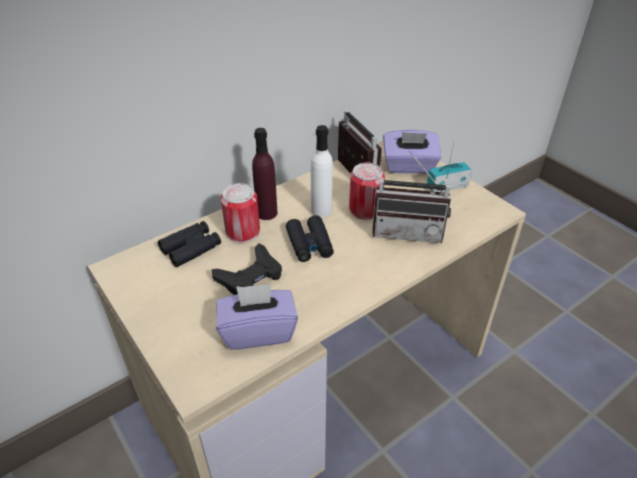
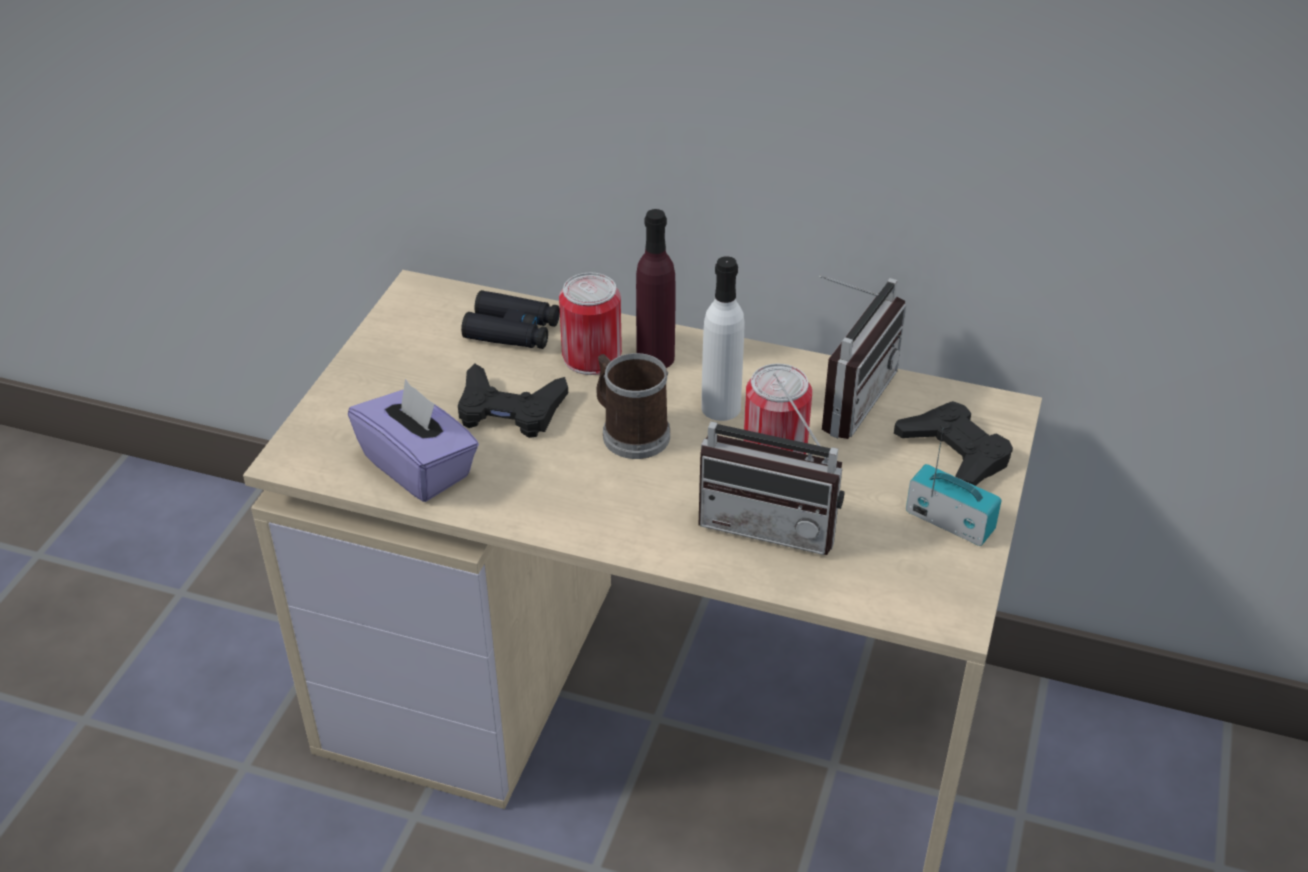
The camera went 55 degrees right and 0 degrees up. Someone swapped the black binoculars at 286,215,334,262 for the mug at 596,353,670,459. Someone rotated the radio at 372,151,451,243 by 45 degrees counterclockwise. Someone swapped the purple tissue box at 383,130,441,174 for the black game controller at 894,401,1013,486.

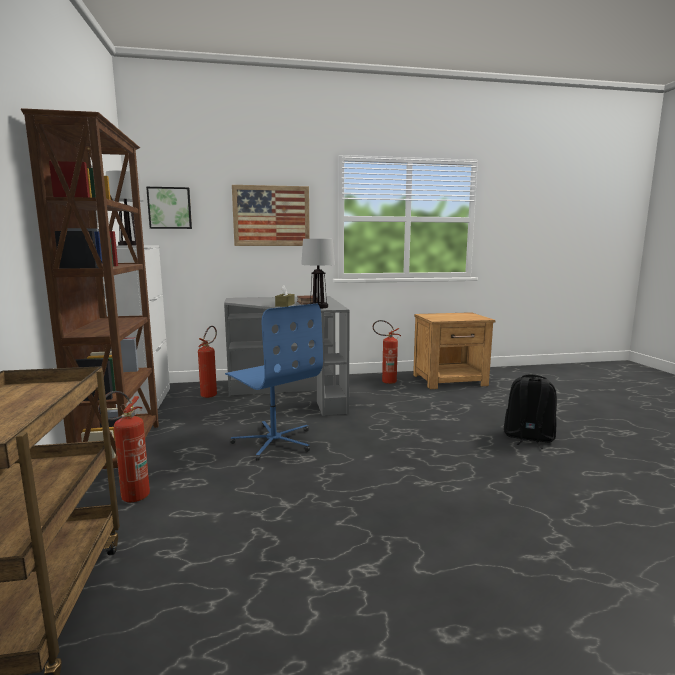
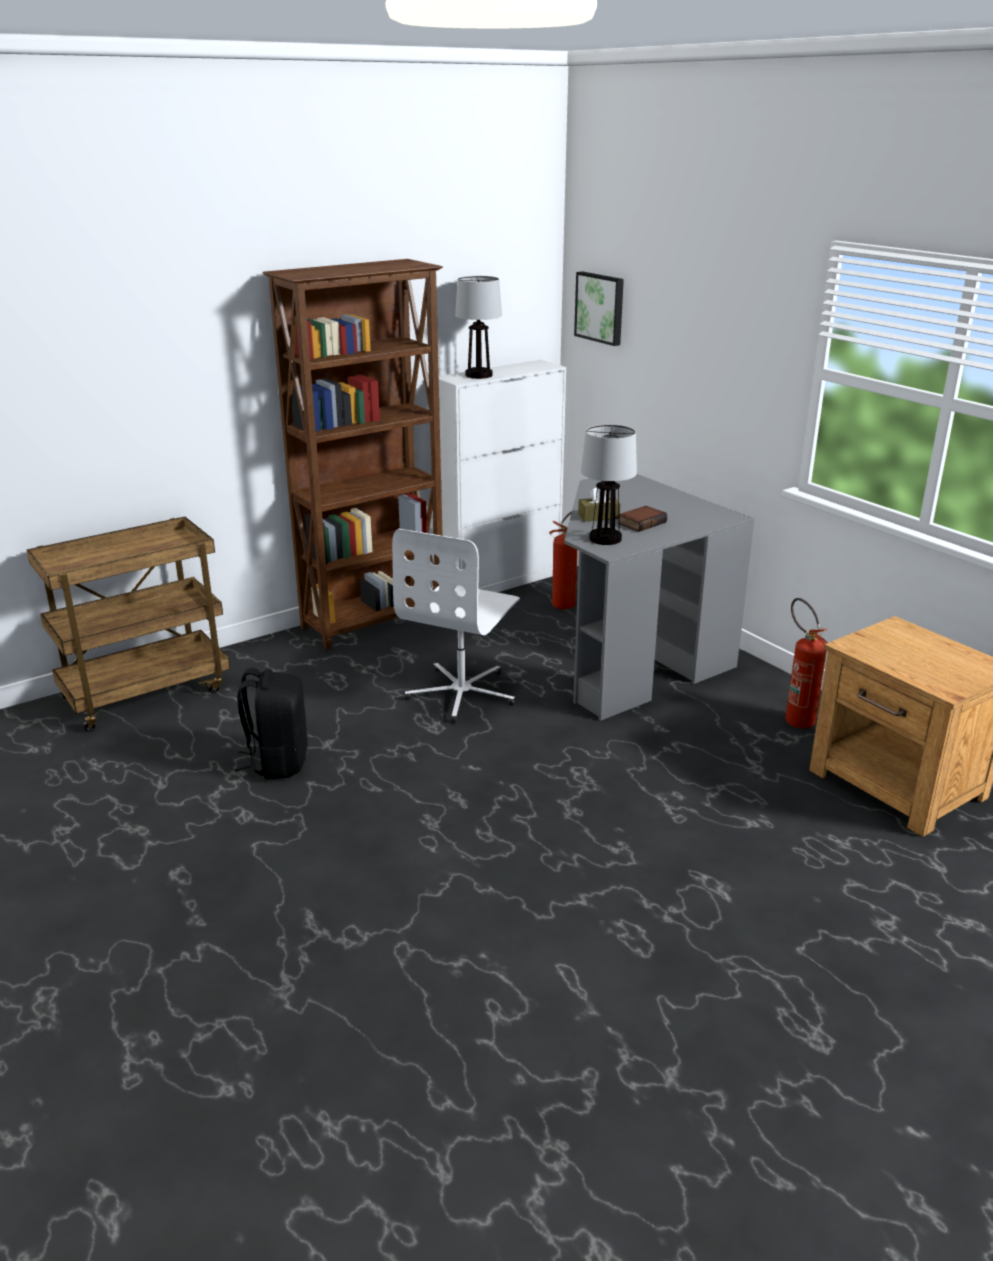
The camera went 65 degrees right and 15 degrees up. Someone took away the fire extinguisher at 98,391,150,502. Someone repainted the blue office chair at 225,304,323,461, which became the white office chair at 392,529,520,723. Someone took away the picture at 232,185,310,246. Someone carried the black backpack from 504,375,557,449 to 234,668,308,779.

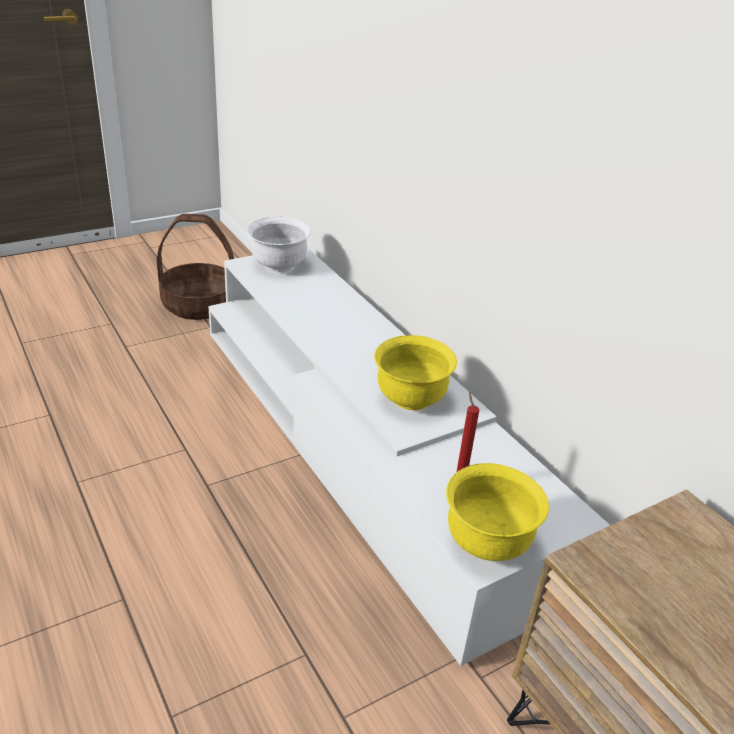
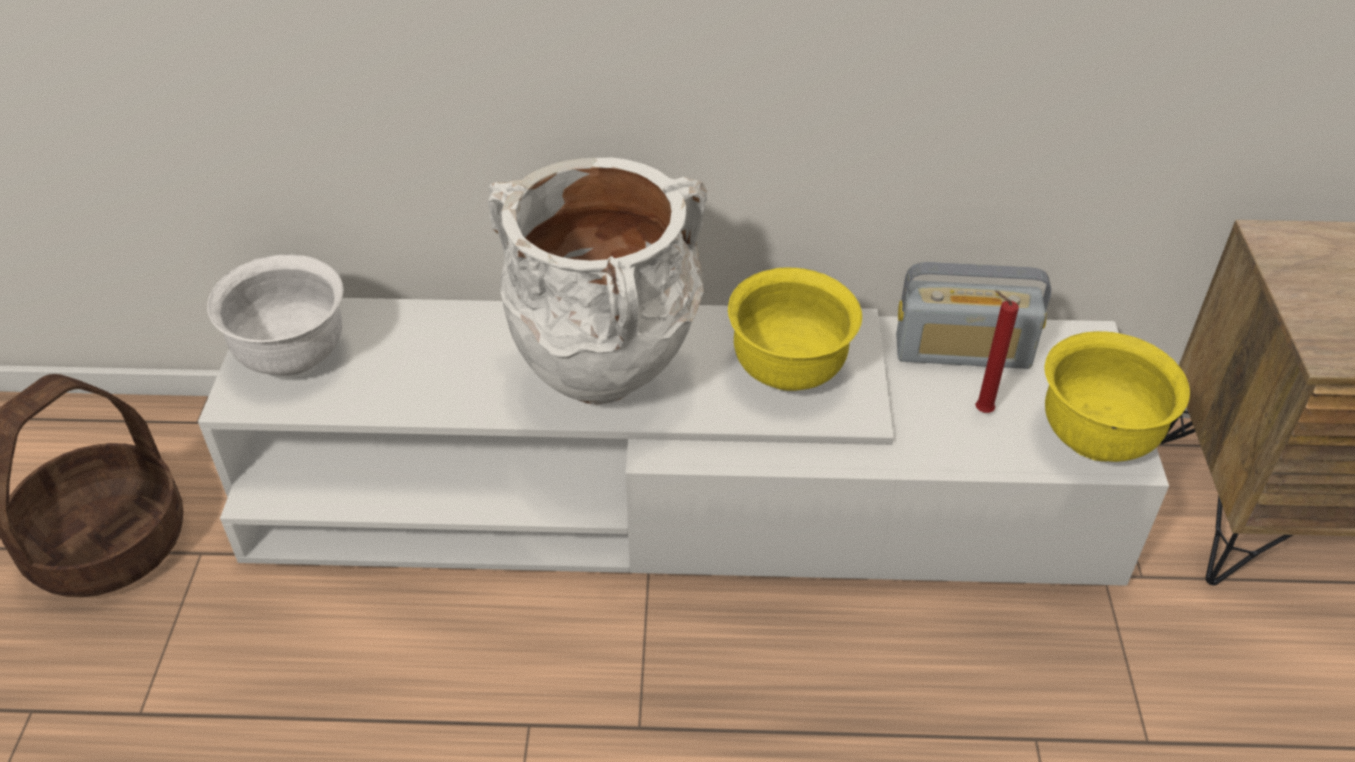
The camera went 55 degrees left and 10 degrees up. Someone put down the white vase at 487,158,707,404. Someone put down the radio at 896,262,1051,369.

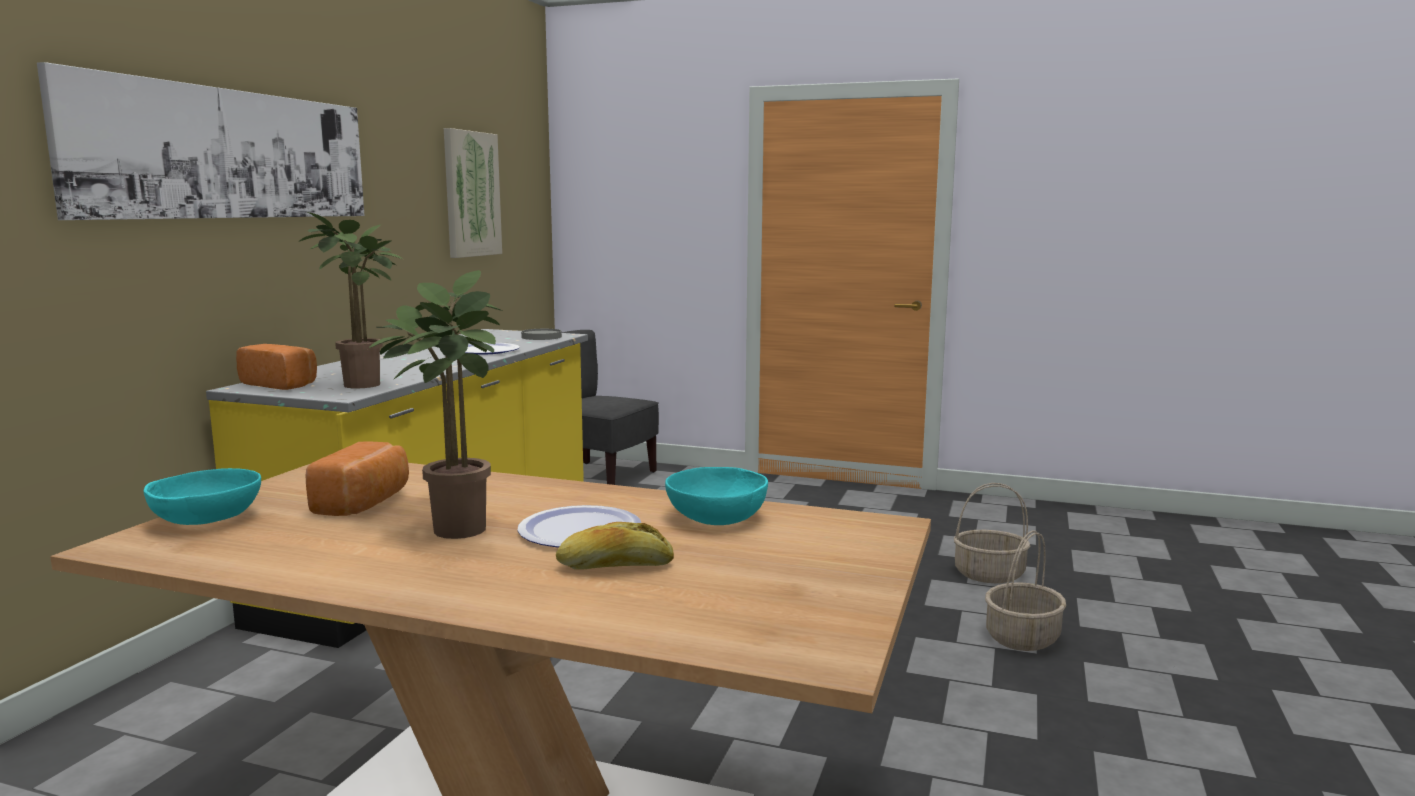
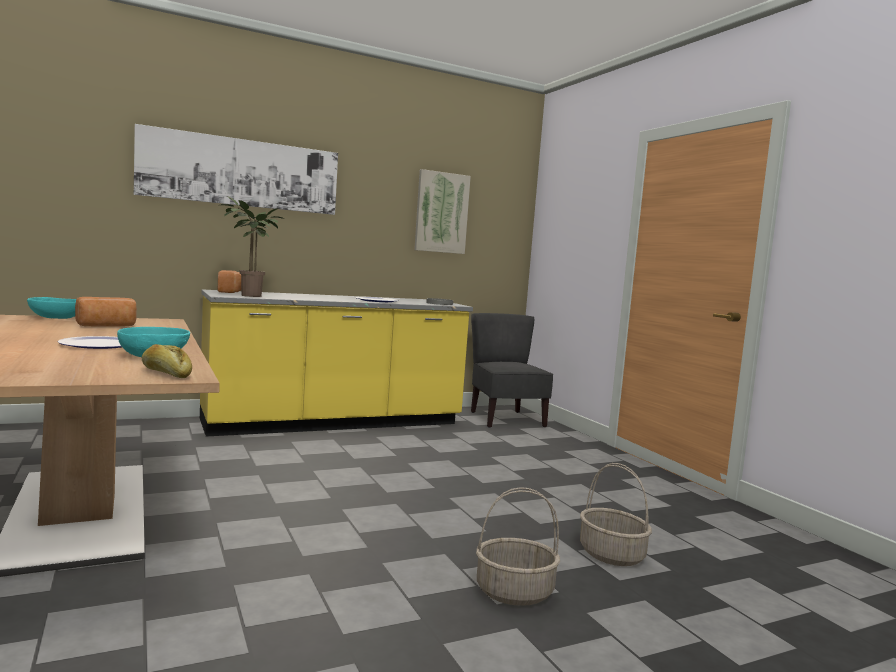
The camera went 45 degrees right and 5 degrees down. Someone took away the potted plant at 369,270,502,539. Someone carried the bread from 556,522,674,570 to 142,344,192,378.

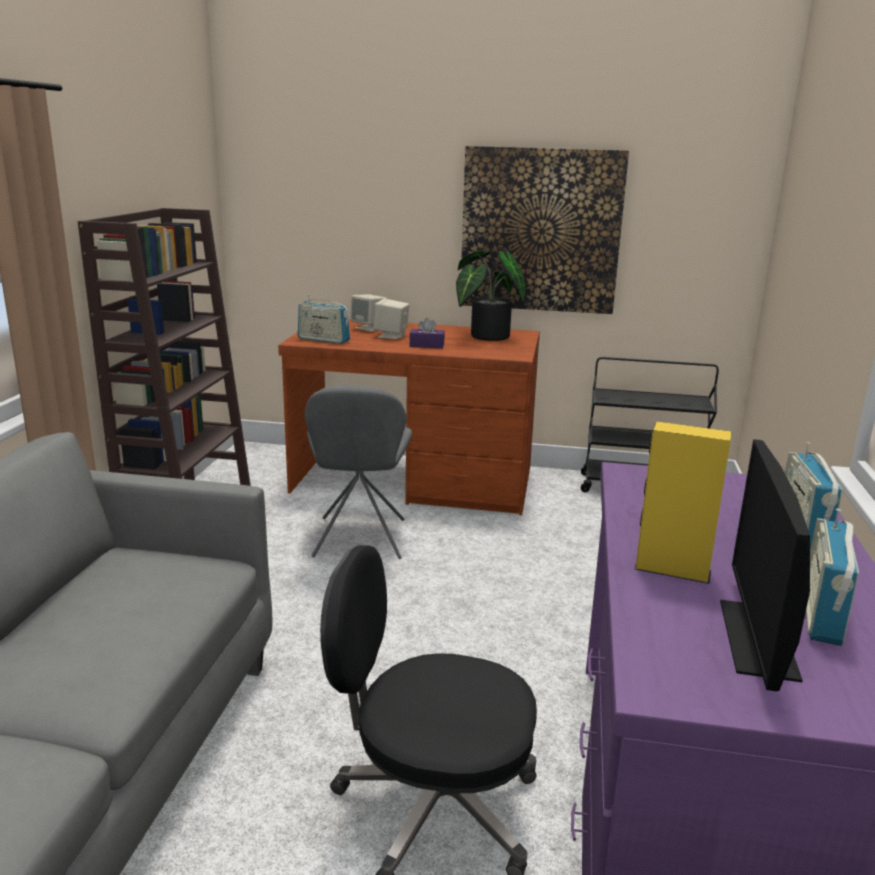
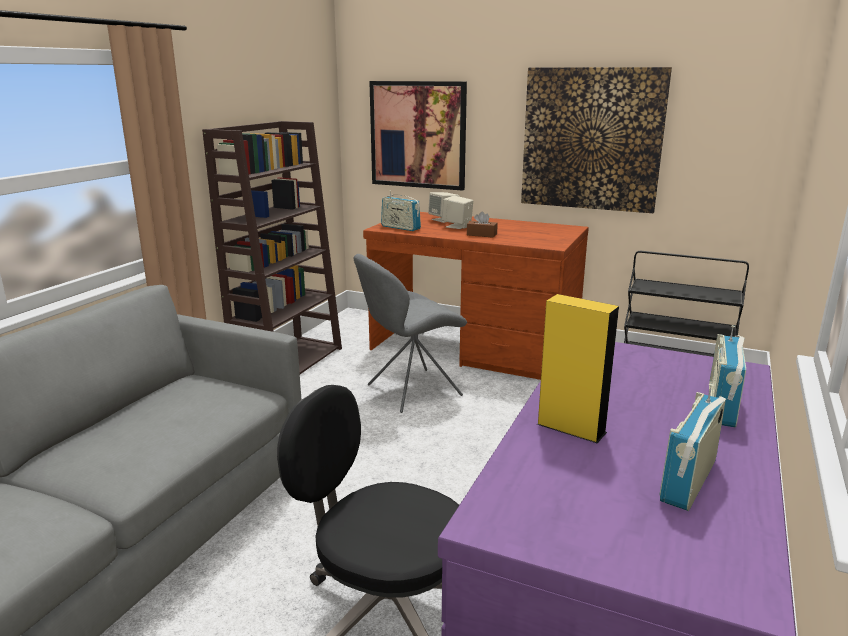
The camera went 15 degrees right and 0 degrees up. Someone rotated the grey chair at 305,385,412,559 by 45 degrees clockwise. Someone repainted the purple tissue box at 409,318,445,348, which became the brown tissue box at 467,211,498,238. Someone took away the potted plant at 456,250,526,341. Someone took away the monitor at 720,439,810,691. Someone put up the picture at 369,81,467,191.

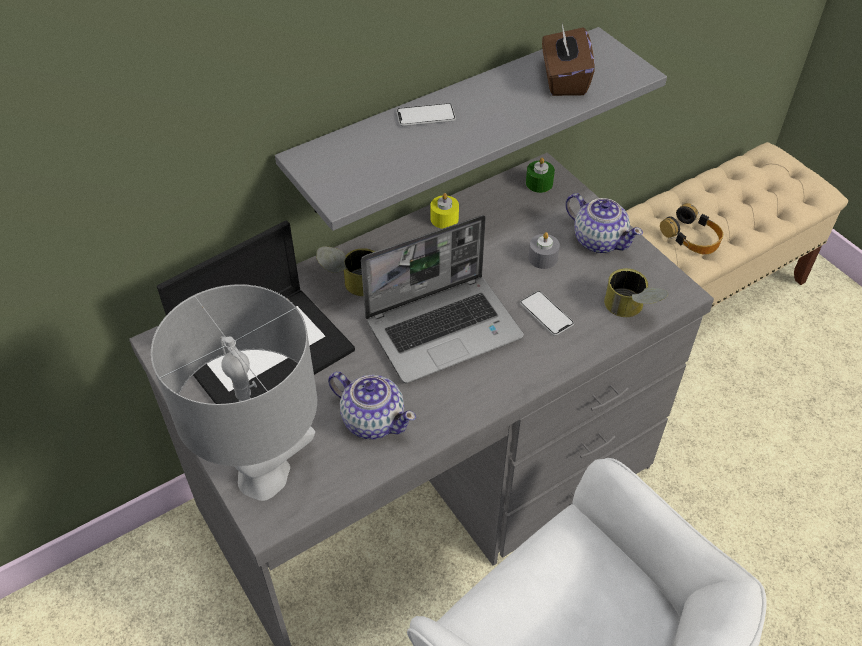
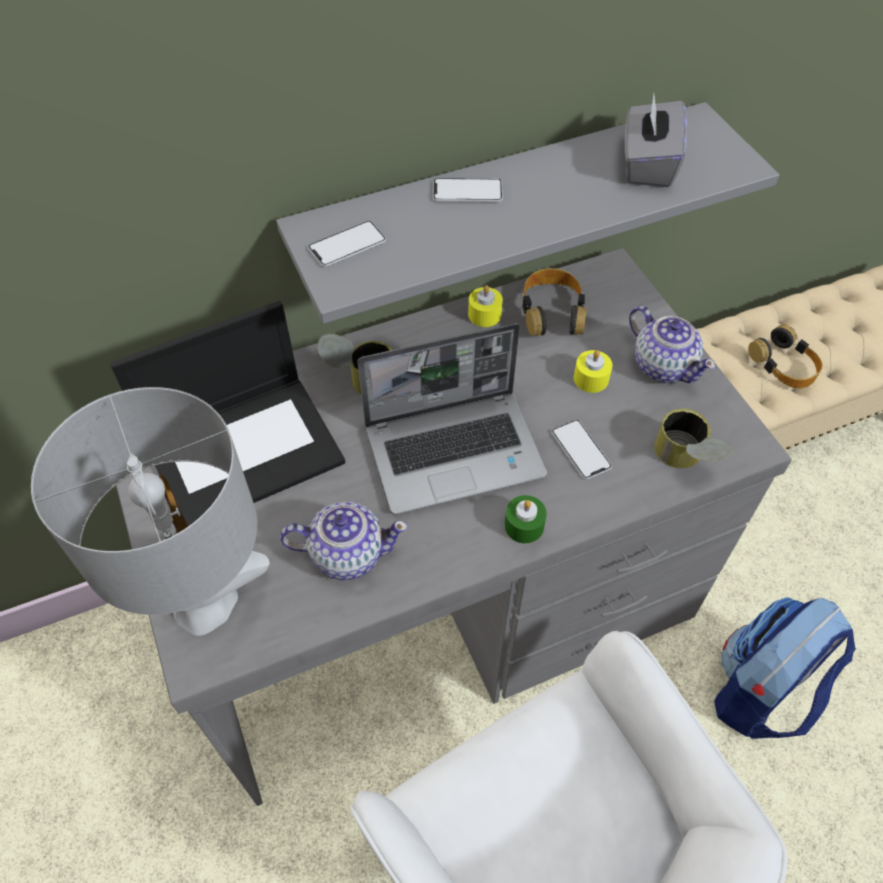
The camera went 10 degrees right and 5 degrees up. Someone rotated the teapot at 328,372,416,440 by 45 degrees counterclockwise. Someone carried the green candle from 526,158,555,193 to 504,495,547,543. Someone repainted the grey candle at 528,232,560,269, which became the yellow candle at 574,350,613,393. Someone repainted the brown tissue box at 542,24,595,96, which became the grey tissue box at 625,94,687,187. Someone put down the phone at 308,221,386,267. Someone put down the headphones at 522,268,586,336. Someone put down the backpack at 714,597,856,739.

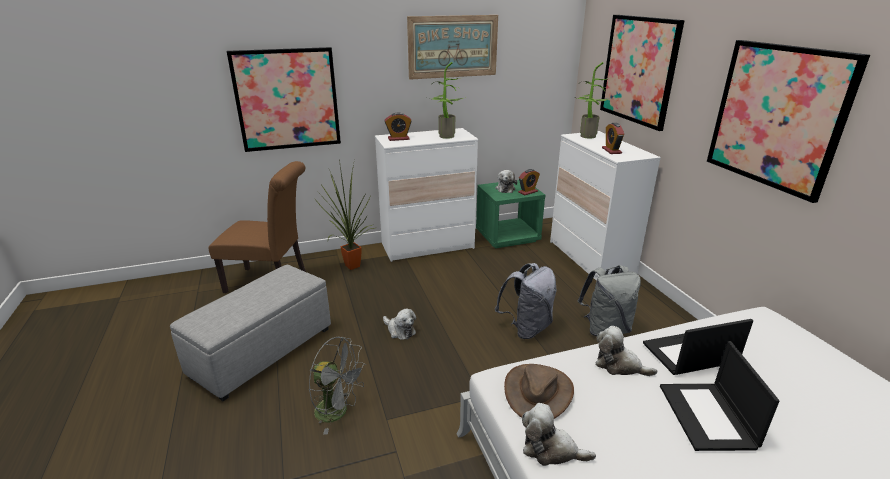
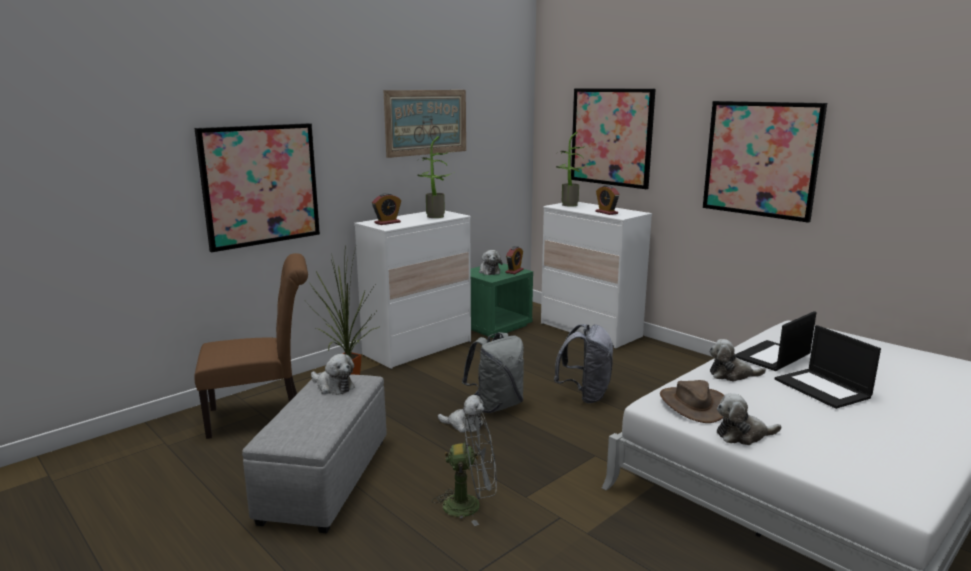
The camera went 25 degrees left and 10 degrees down. Someone carried the grey backpack from 578,265,641,336 to 462,332,524,413. Someone put down the plush toy at 311,354,355,395.

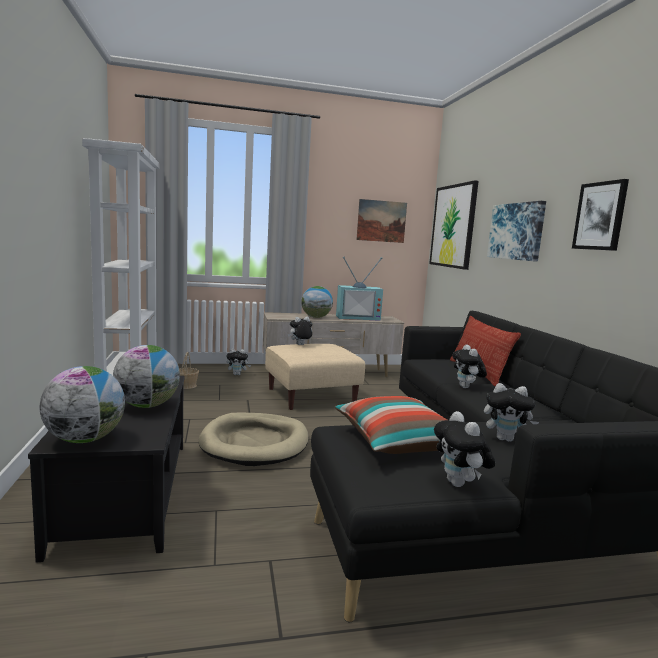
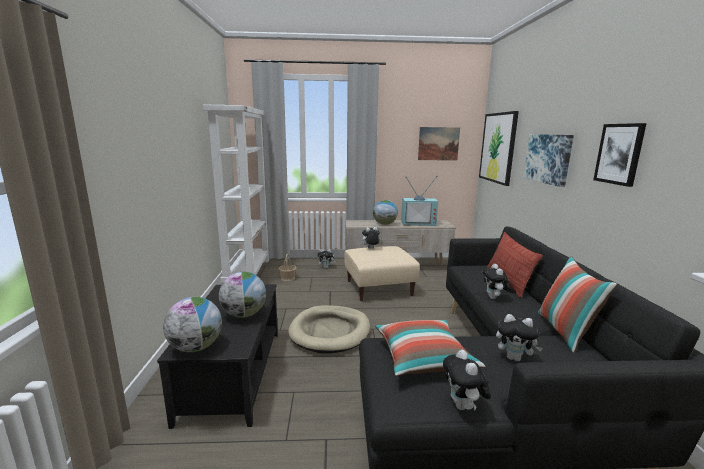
The camera went 10 degrees right and 5 degrees up. Someone put down the pillow at 538,256,617,353.

